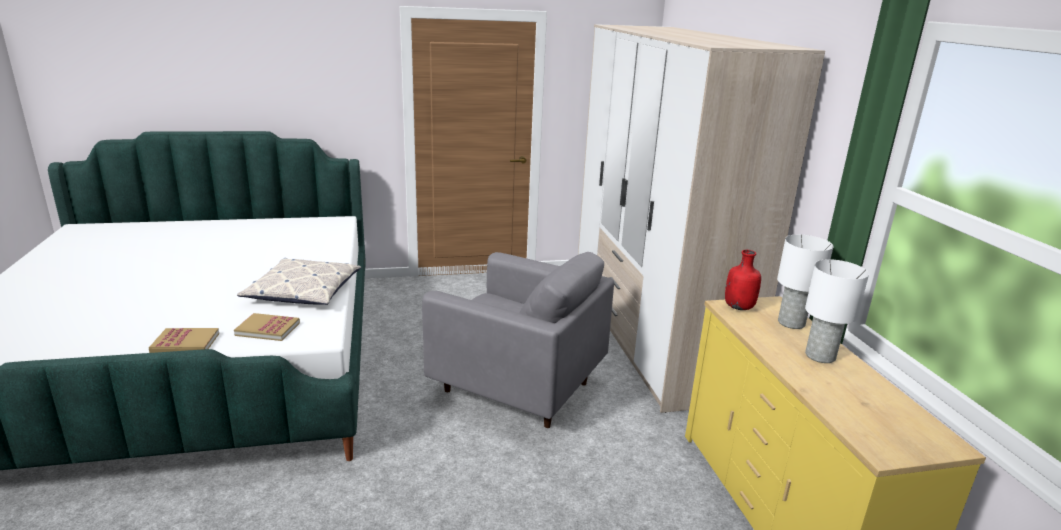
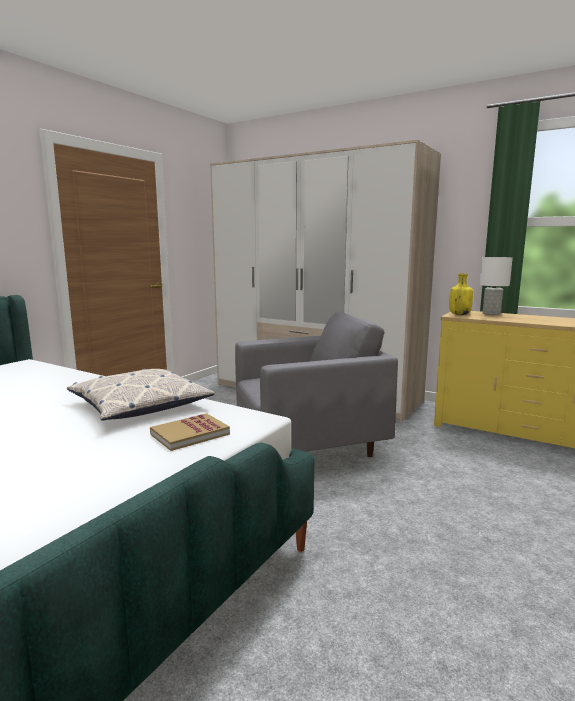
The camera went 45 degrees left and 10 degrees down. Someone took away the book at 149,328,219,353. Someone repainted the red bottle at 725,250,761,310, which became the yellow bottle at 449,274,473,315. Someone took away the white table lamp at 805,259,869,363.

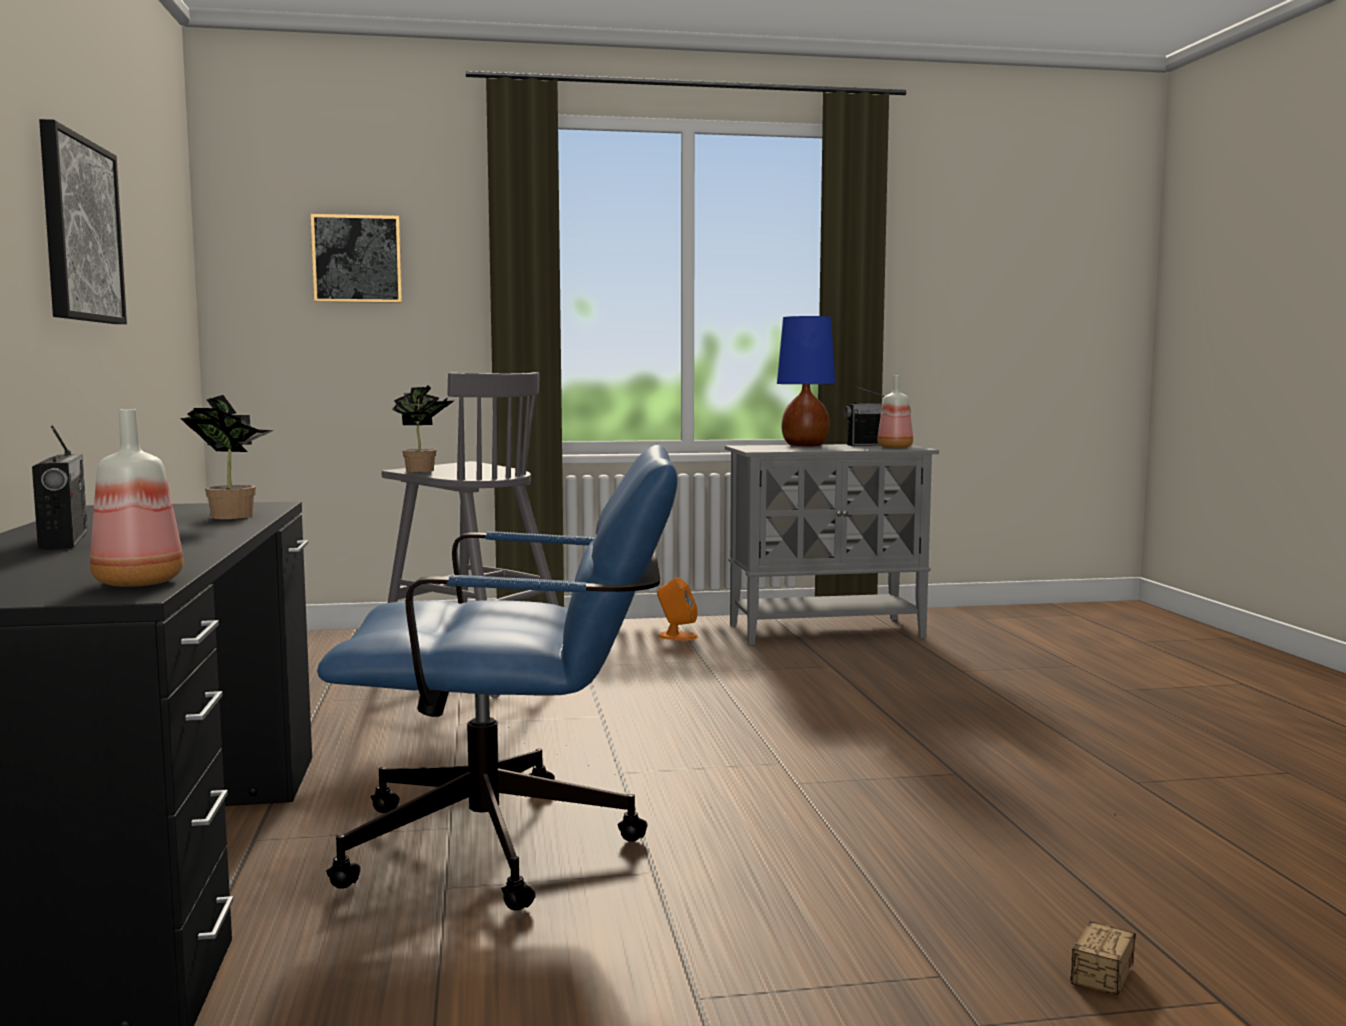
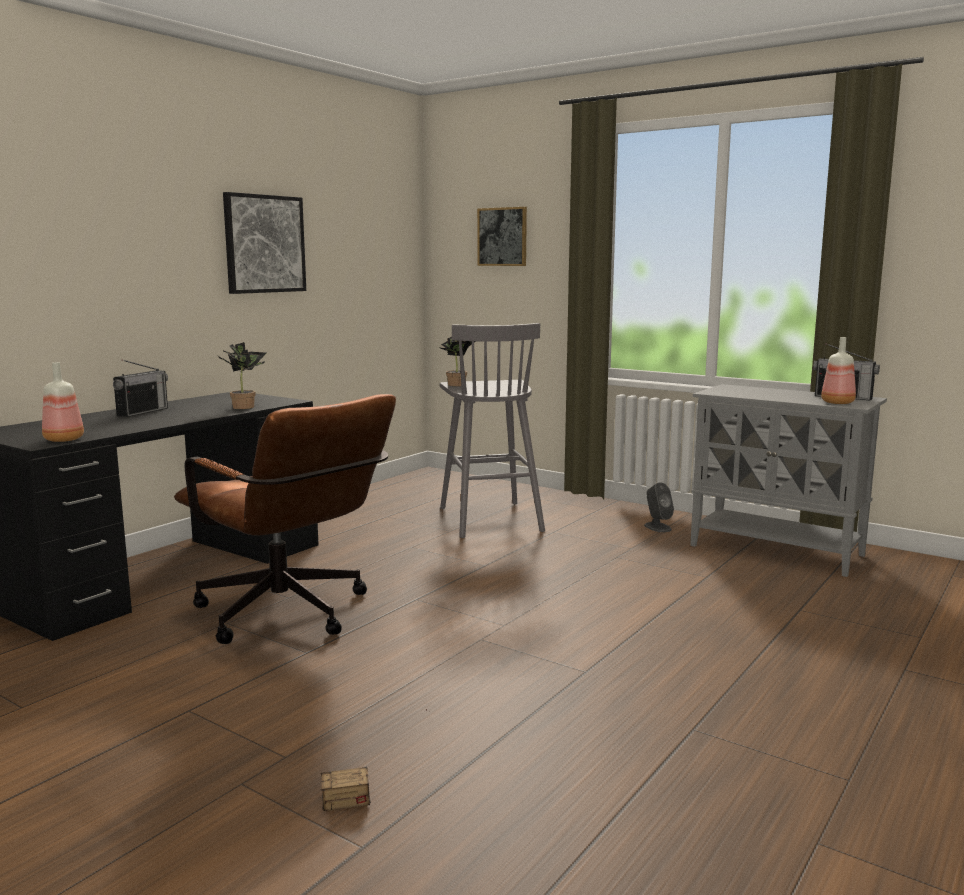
The camera went 45 degrees right and 5 degrees up. Someone repainted the blue office chair at 317,445,678,910, which became the brown office chair at 174,394,396,644. Someone repainted the orange speaker at 657,577,697,640, which became the grey speaker at 644,483,674,532. Someone took away the blue table lamp at 777,316,835,447.

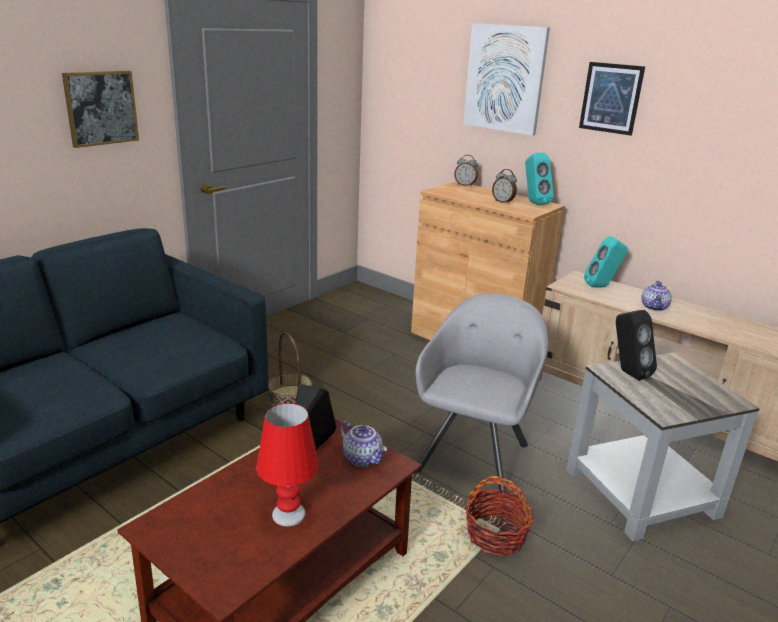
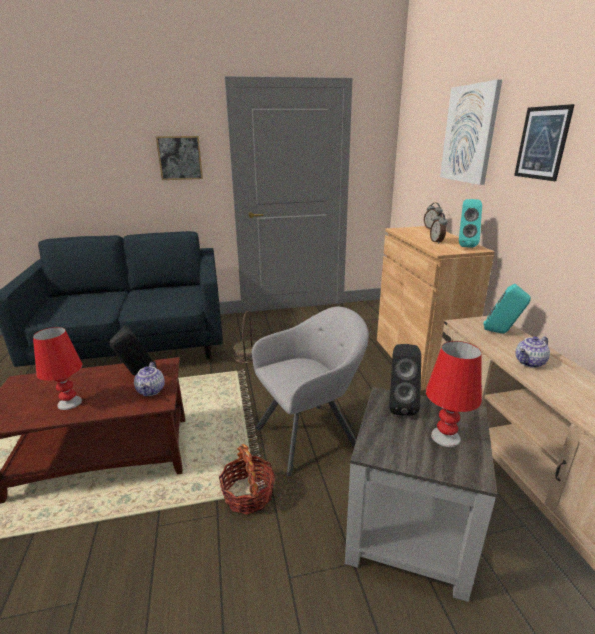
The camera went 40 degrees right and 0 degrees up. Someone put down the red table lamp at 426,341,482,447.

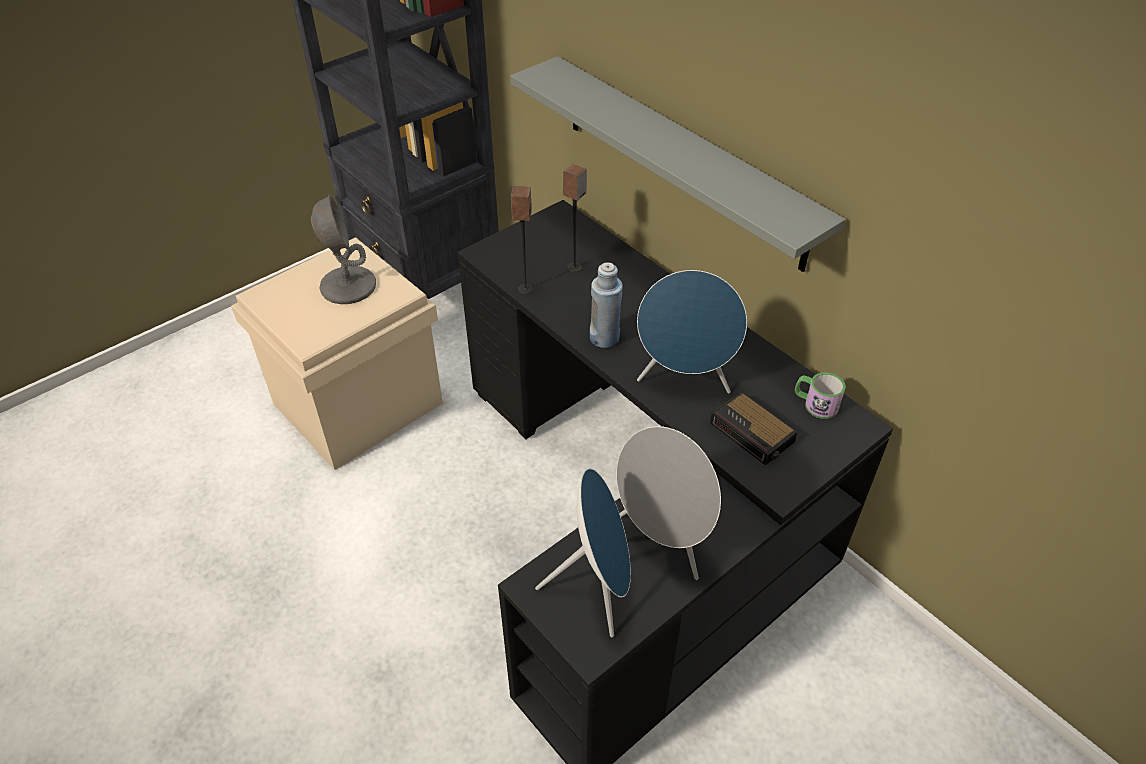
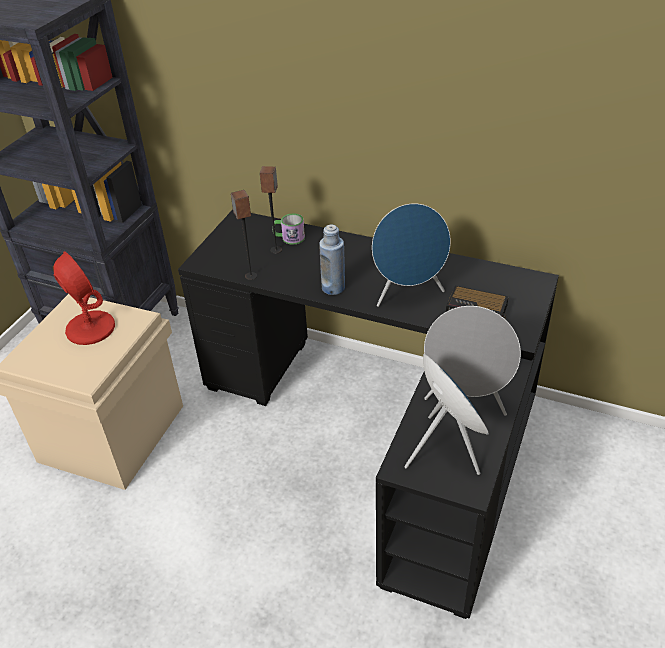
The camera went 25 degrees left and 5 degrees down. Someone repainted the grey table lamp at 311,194,376,304, which became the red table lamp at 53,251,115,345. Someone took away the grey shelf at 510,56,846,272. Someone carried the mug from 795,372,846,419 to 273,213,305,245.

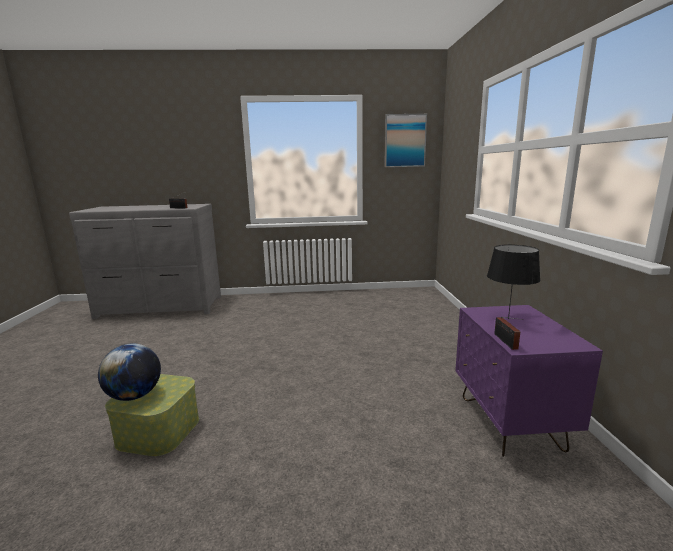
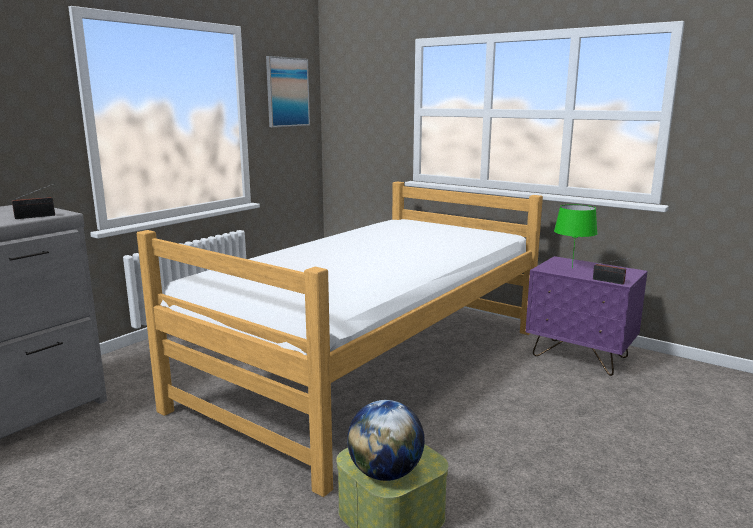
The camera went 50 degrees left and 0 degrees up. Someone repainted the black table lamp at 487,245,541,319, which became the green table lamp at 554,204,598,268. Someone put down the bed at 137,181,543,497.

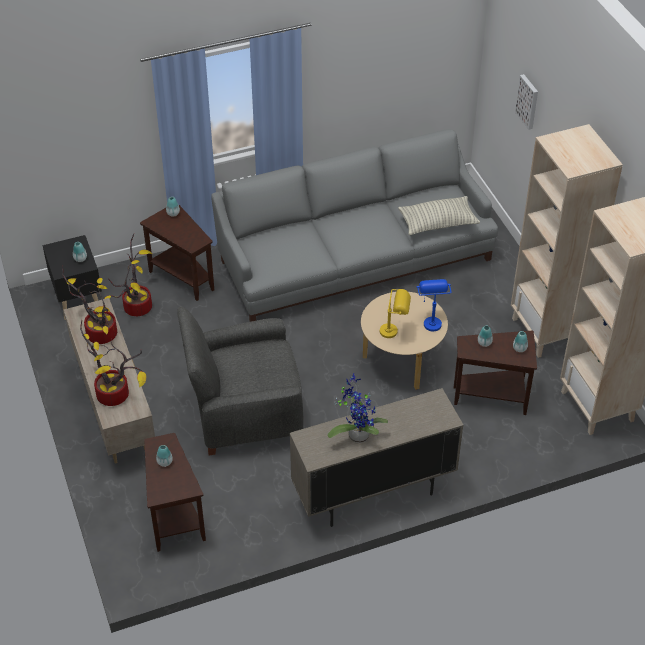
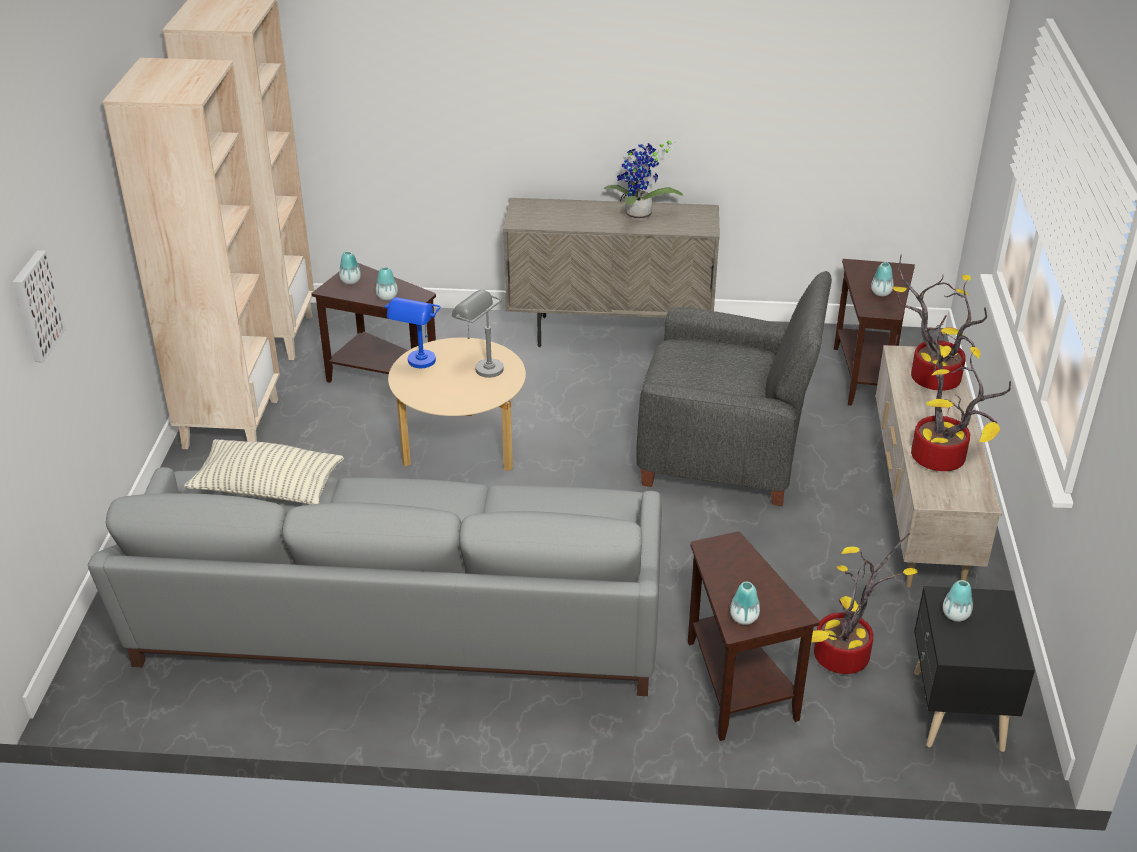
The camera went 155 degrees left and 10 degrees down. Someone repainted the yellow table lamp at 380,289,411,338, which became the grey table lamp at 452,290,504,378.

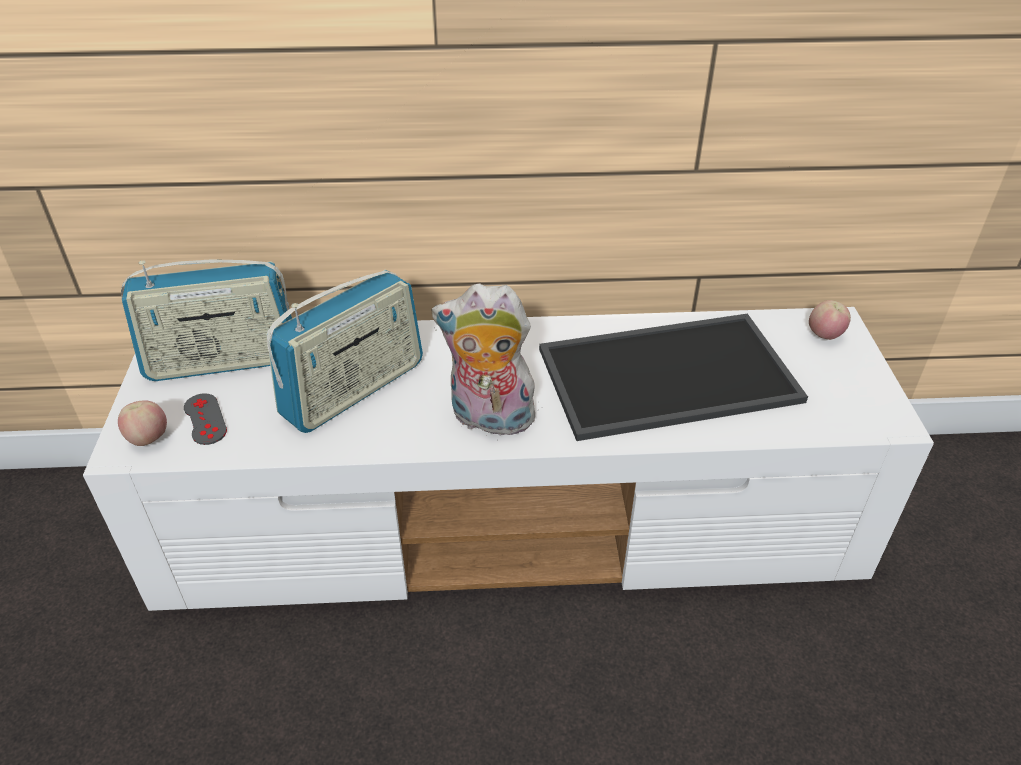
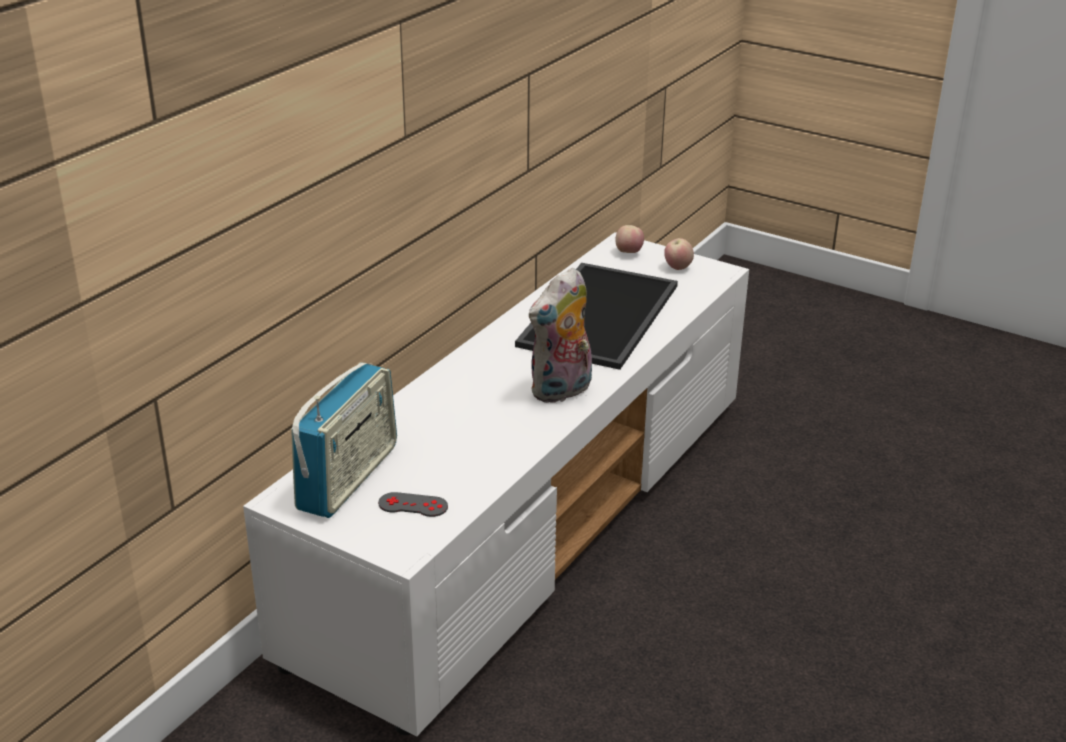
The camera went 55 degrees left and 10 degrees down. Someone carried the apple from 118,401,167,446 to 664,238,694,270. Someone took away the radio at 266,270,423,433.

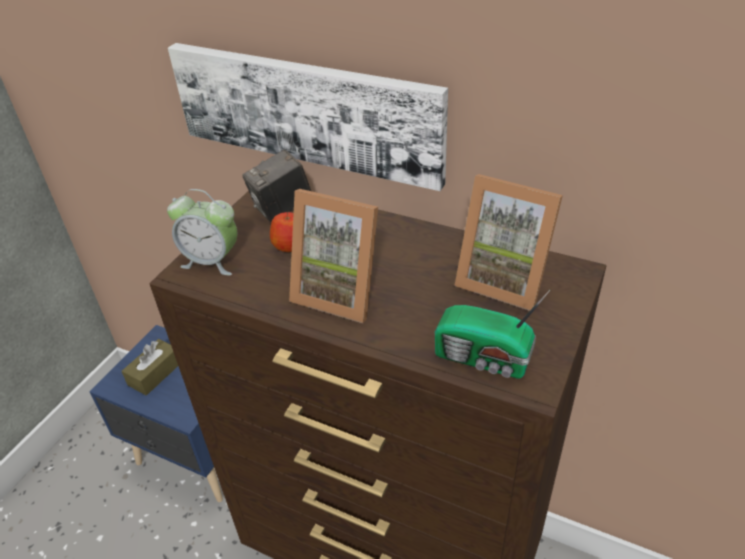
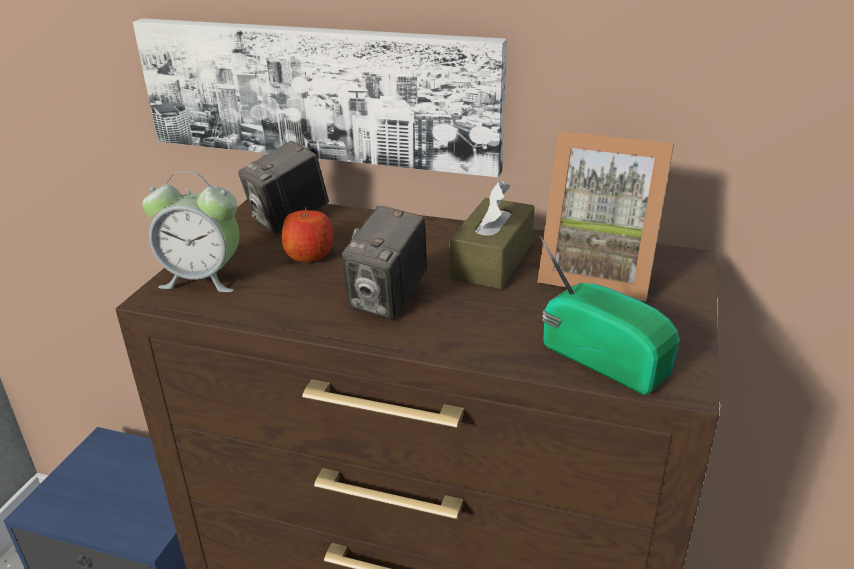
The camera went 10 degrees left and 10 degrees down. Someone carried the brown tissue box from 121,339,178,396 to 449,181,535,289. Someone swapped the picture frame at 289,189,378,323 for the photo camera at 342,205,427,320. Someone rotated the radio at 435,290,550,379 by 150 degrees counterclockwise.

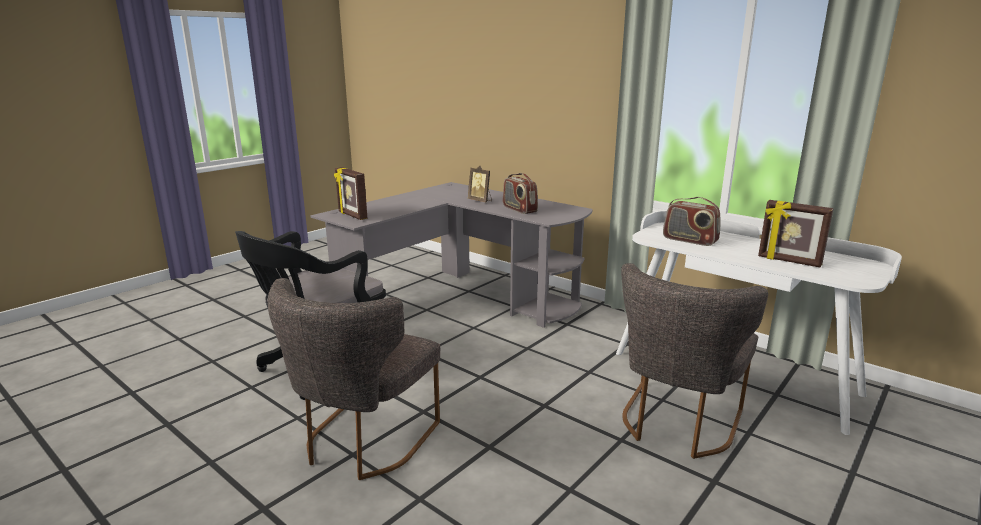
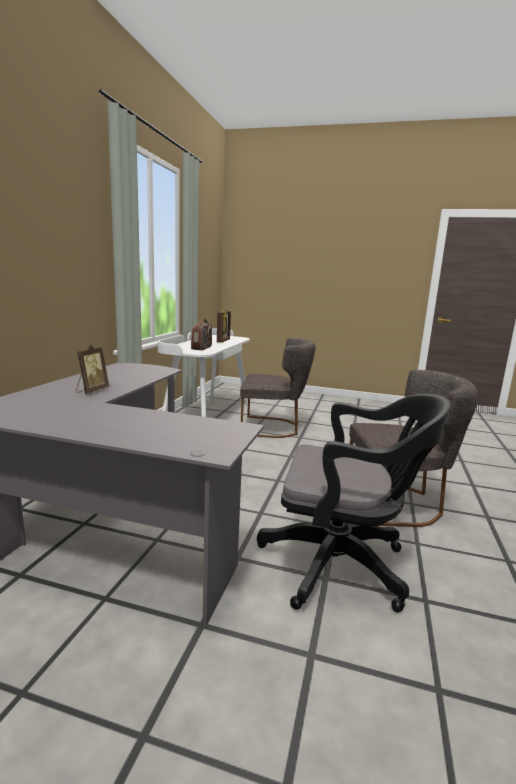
The camera went 115 degrees left and 5 degrees down. Someone took away the picture frame at 334,167,367,220. Someone took away the radio at 503,173,538,214.

